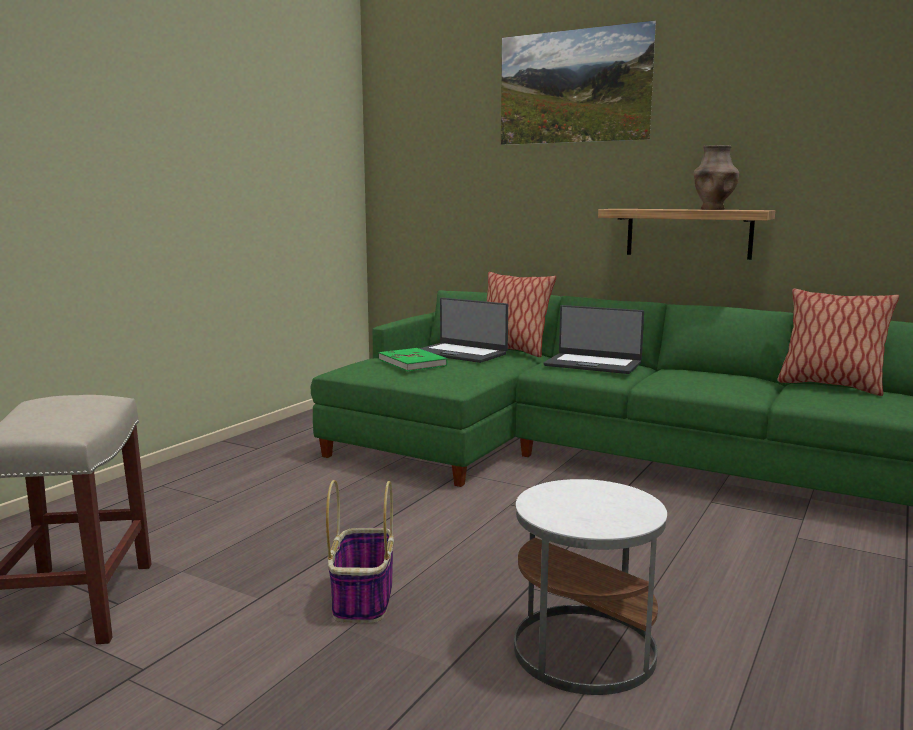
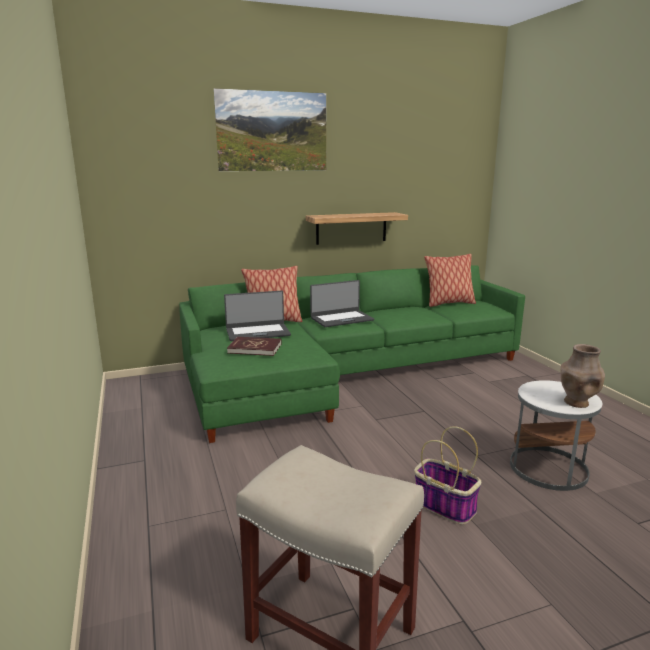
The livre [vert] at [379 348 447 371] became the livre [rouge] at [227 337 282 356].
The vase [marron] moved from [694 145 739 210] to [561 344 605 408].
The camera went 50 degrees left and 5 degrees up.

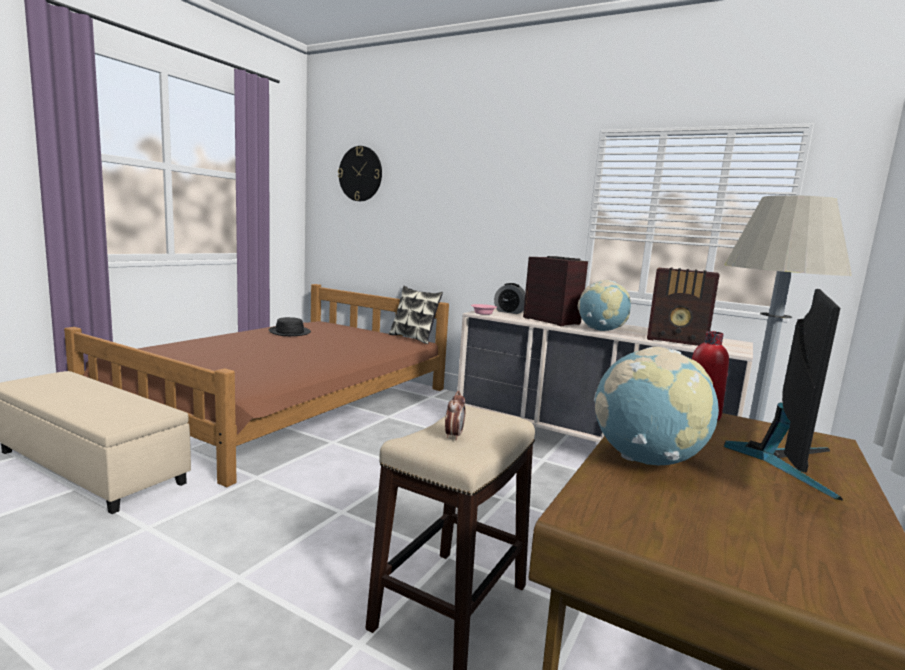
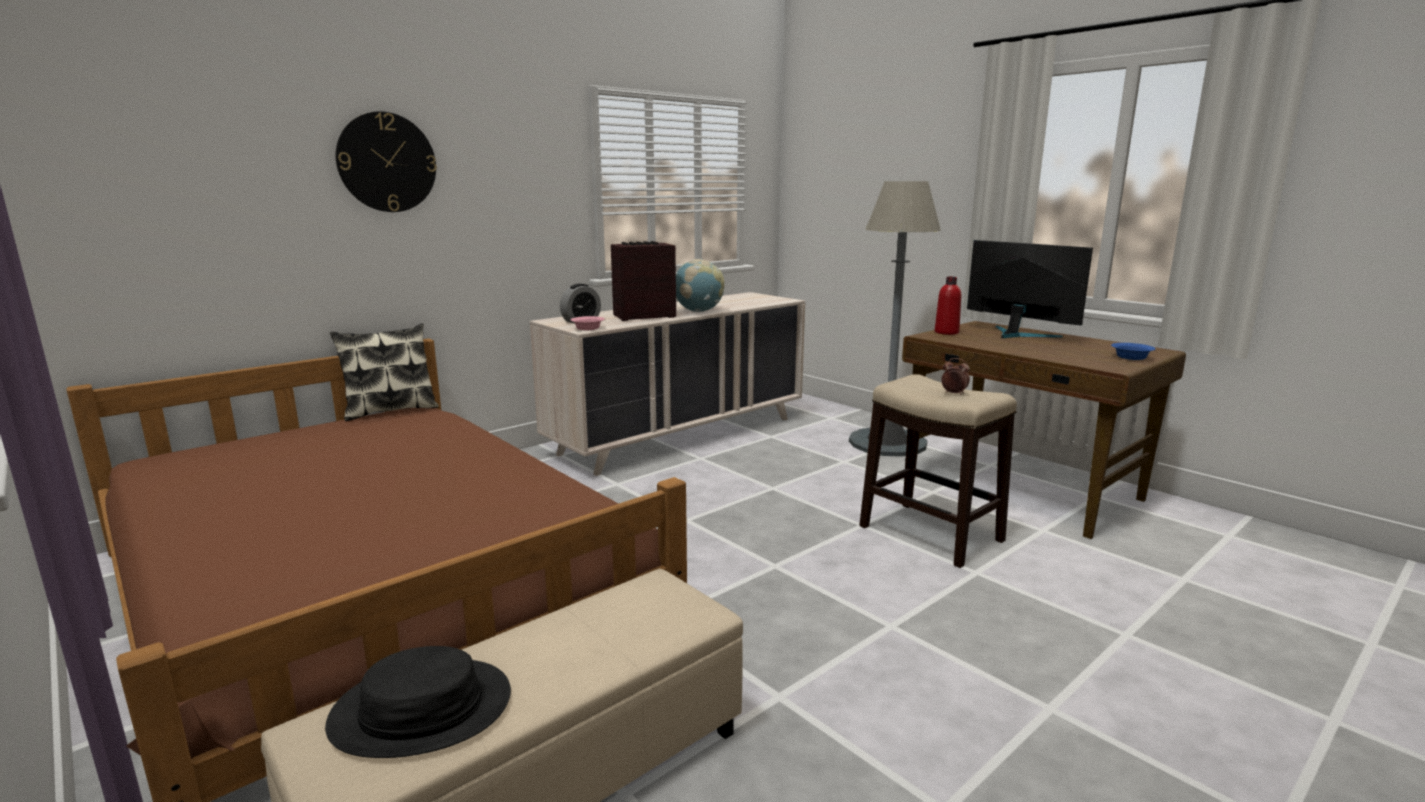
The chapeau [noir] moved from [269 317 311 336] to [325 646 511 758].
The horloge murale moved from [338 146 382 201] to [336 111 437 212].
The bol [bleu] at [1111 343 1155 360] appeared.
The globe at [594 347 719 465] disappeared.
The radio at [647 267 720 346] disappeared.
The camera went 70 degrees left and 5 degrees up.

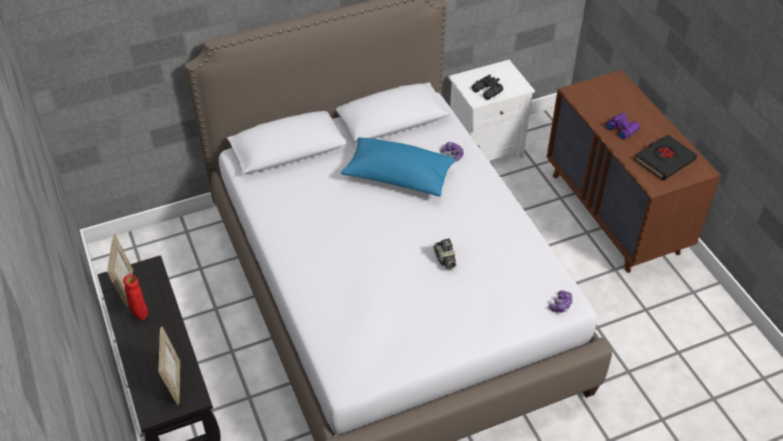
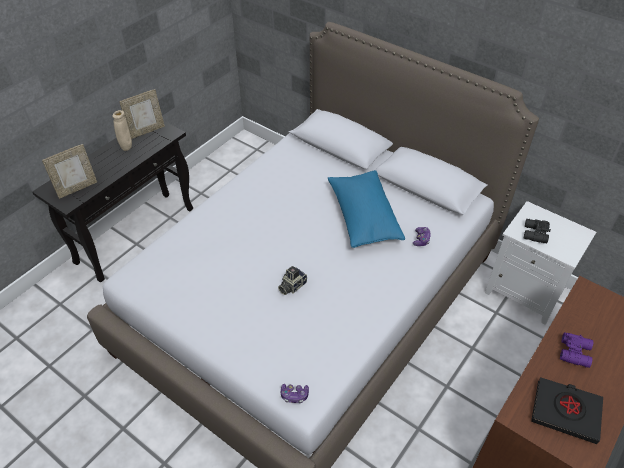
The vase [rouge] at [123 274 148 321] became the vase [beige] at [112 110 132 151].
The camera went 60 degrees right and 0 degrees up.

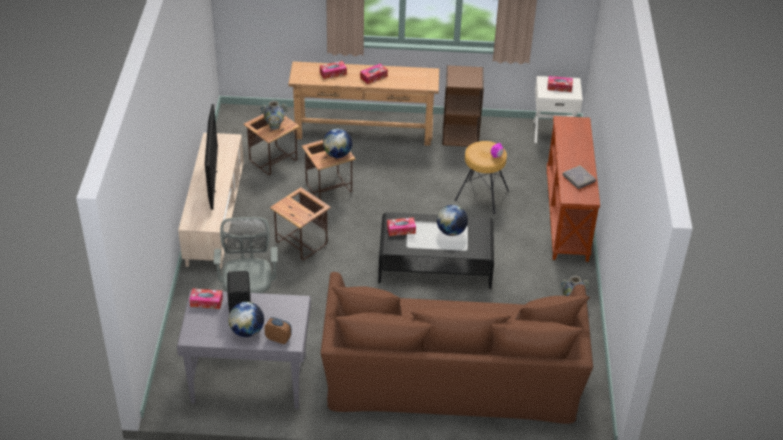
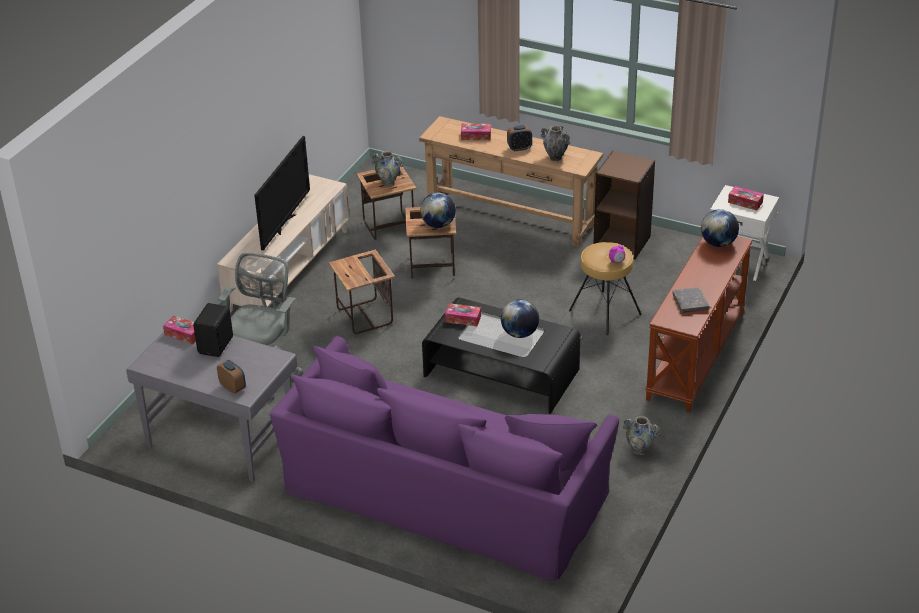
The canapé [marron] at [321 272 593 424] became the canapé [violet] at [270 336 619 581].
The boîte à mouchoirs at [360 64 388 84] was replaced by the réveil at [507 125 532 152].
The vase at [541 126 570 161] appeared.
The globe moved from [228 302 264 337] to [701 209 739 247].
The camera went 25 degrees right and 5 degrees down.

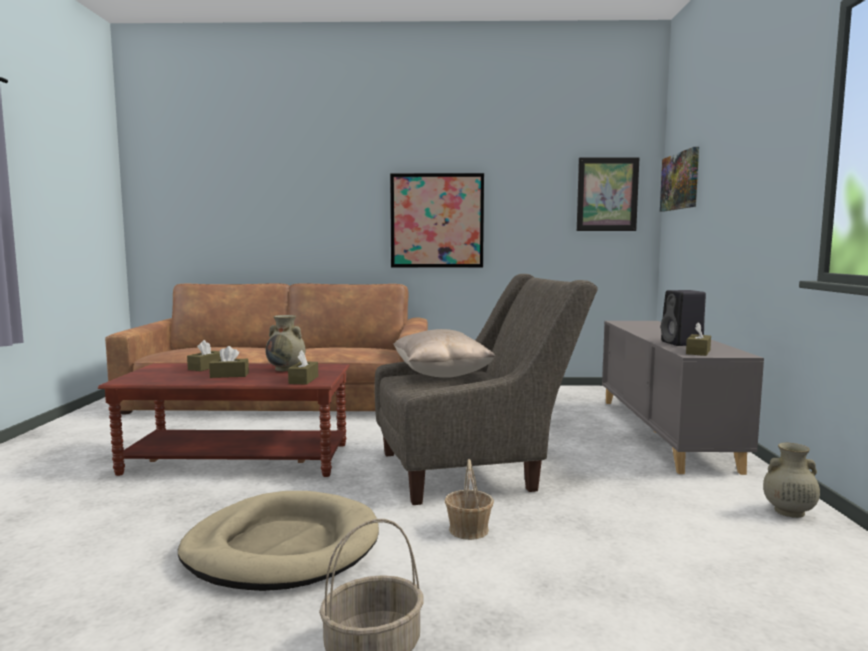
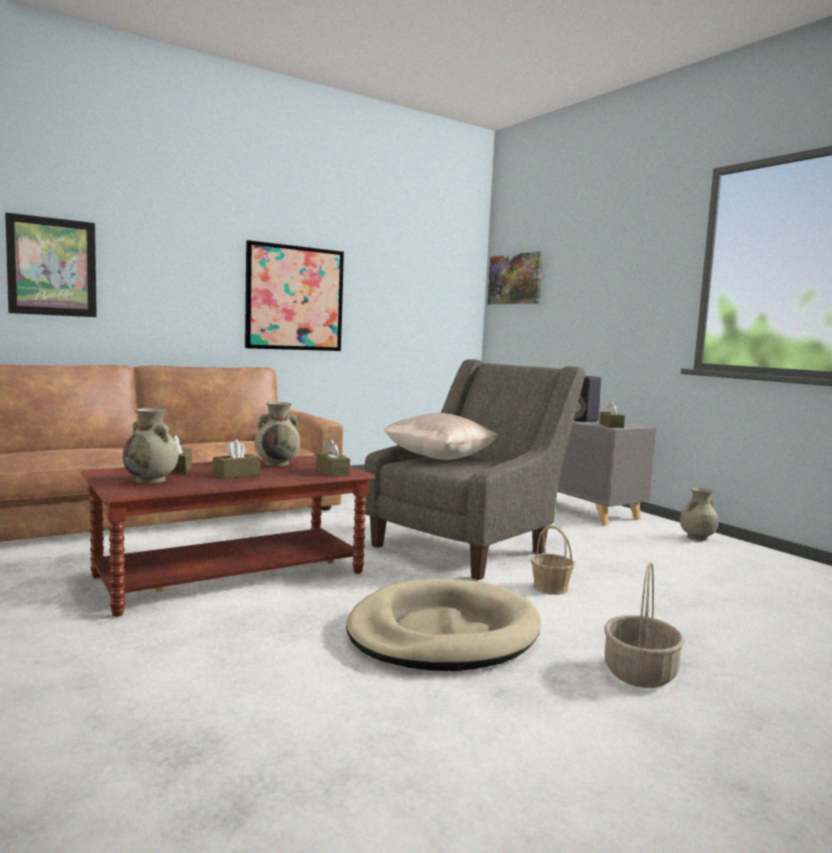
The tableau moved from [577 157 639 231] to [5 212 97 317].
The vase [beige] at [123 408 179 484] appeared.
The camera went 35 degrees left and 0 degrees up.

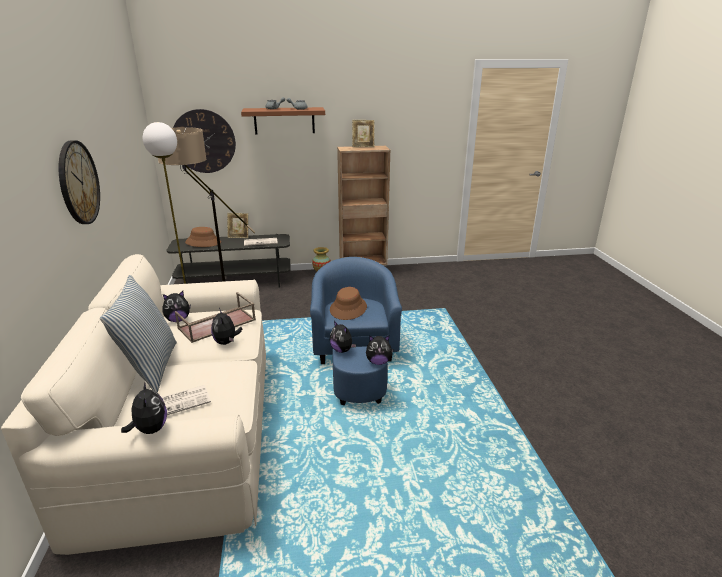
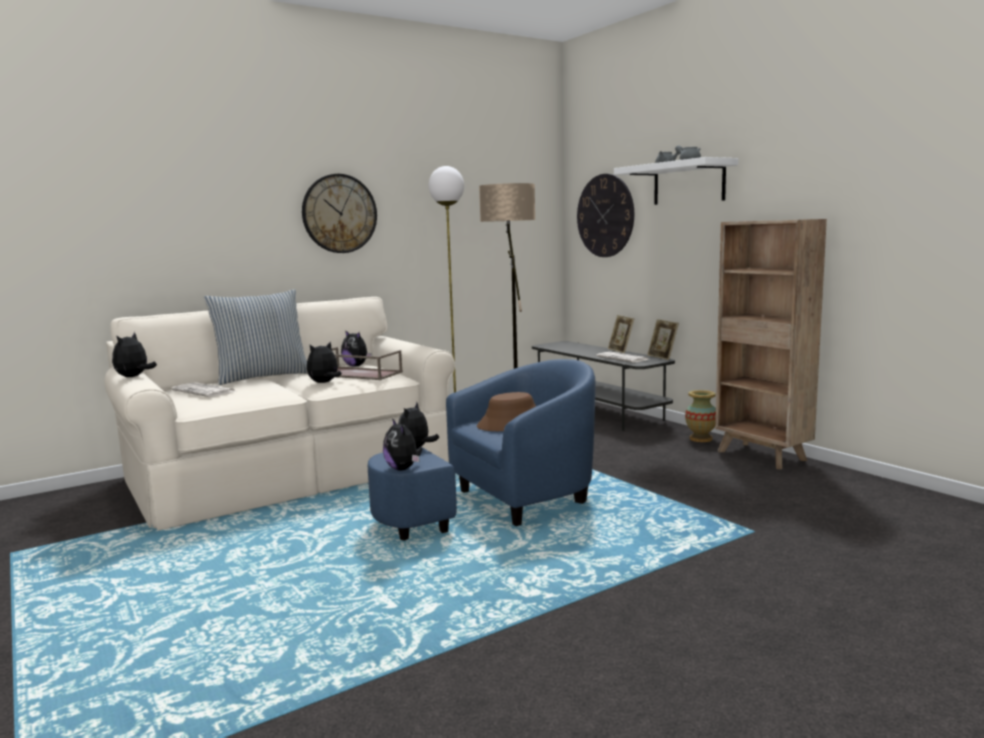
The peluche at [121 382 167 434] turned 150 degrees clockwise.
The étagère [marron] at [241 107 325 134] became the étagère [blanc] at [614 157 738 205].
The cadre photo moved from [352 120 375 147] to [647 319 679 360].
The chapeau [marron] at [185 227 221 247] disappeared.
The camera went 65 degrees right and 15 degrees down.

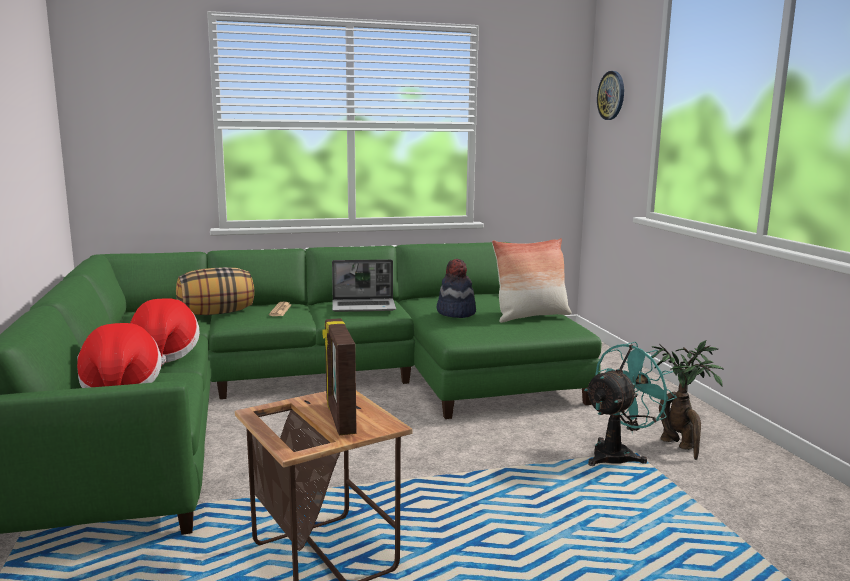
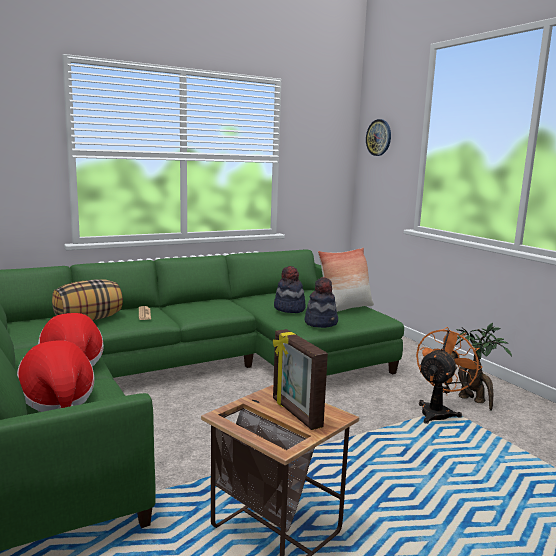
The chapeau at [304 277 338 328] appeared.
The ventilateur [turquoise] at [584 342 677 466] became the ventilateur [orange] at [416 327 482 424].
The ordinateur portable at [332 259 396 312] disappeared.
The camera went 15 degrees left and 0 degrees up.

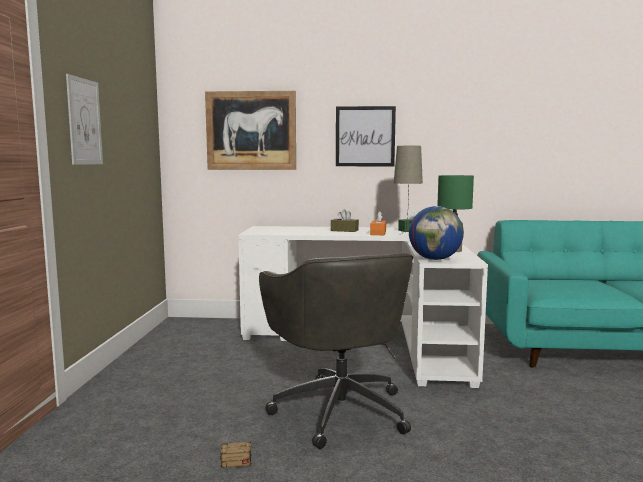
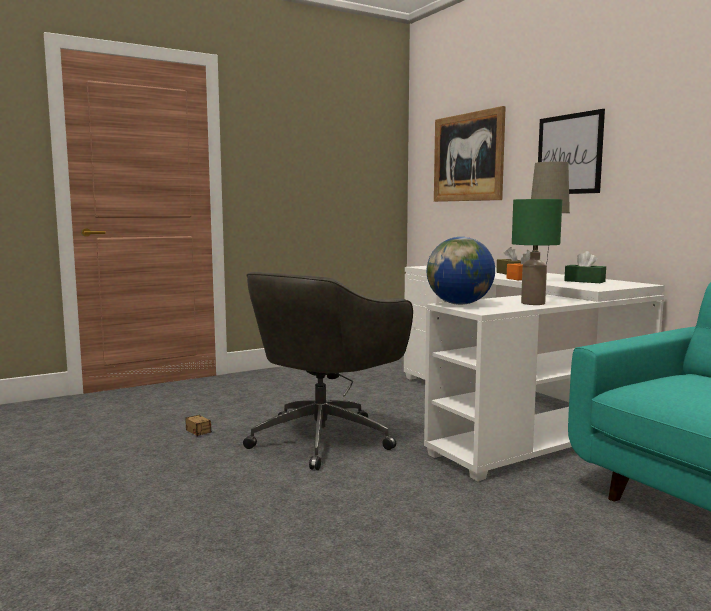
The tableau at [66 74 103 165] disappeared.
The camera went 55 degrees right and 0 degrees up.

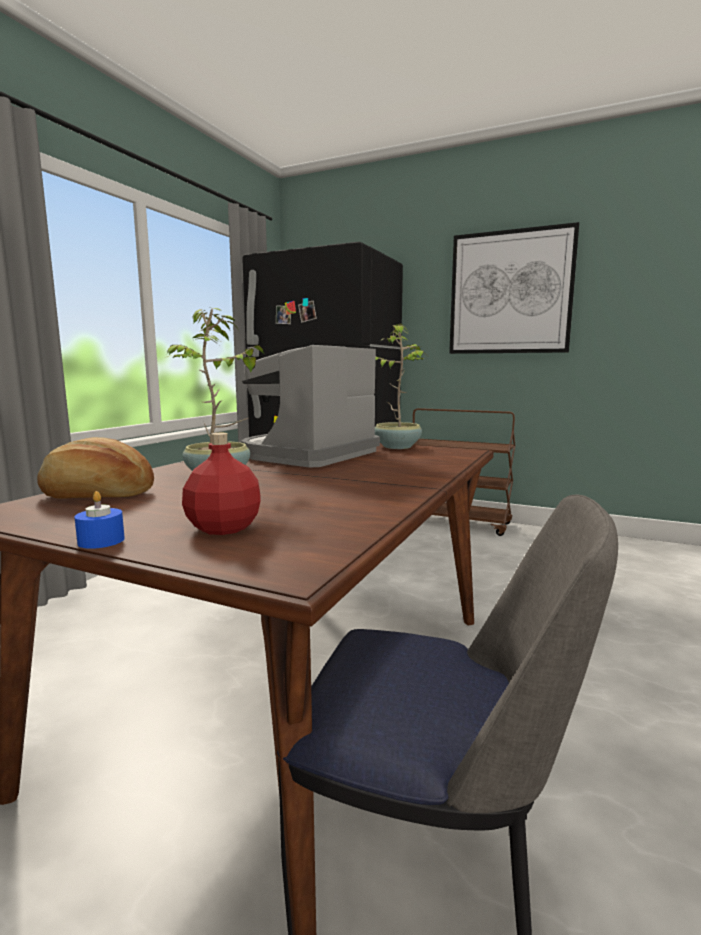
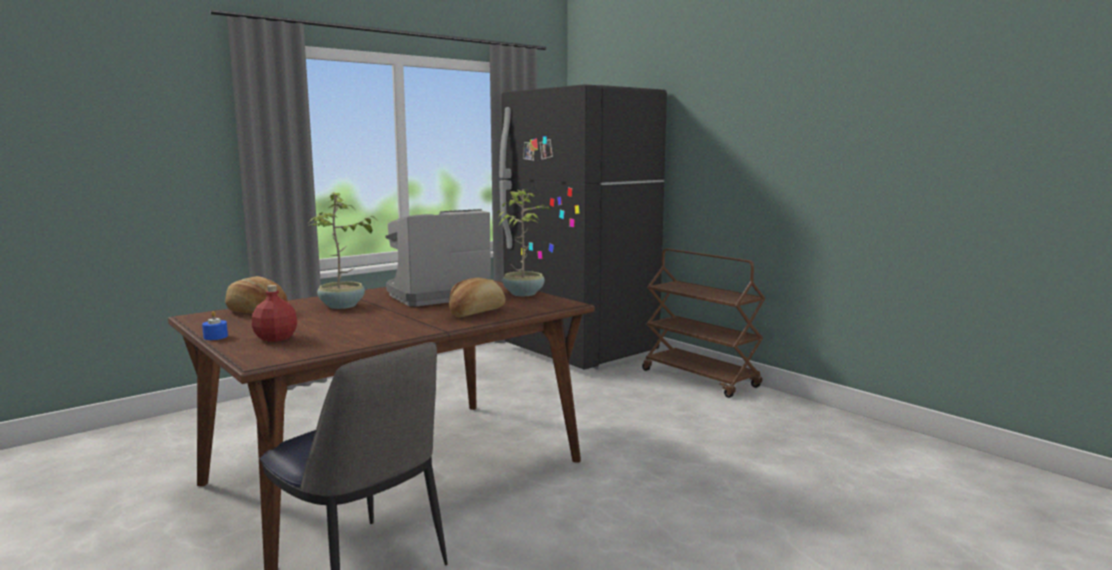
The pain at [449 278 505 318] appeared.
The tableau at [449 222 579 354] disappeared.
The camera went 25 degrees right and 0 degrees up.

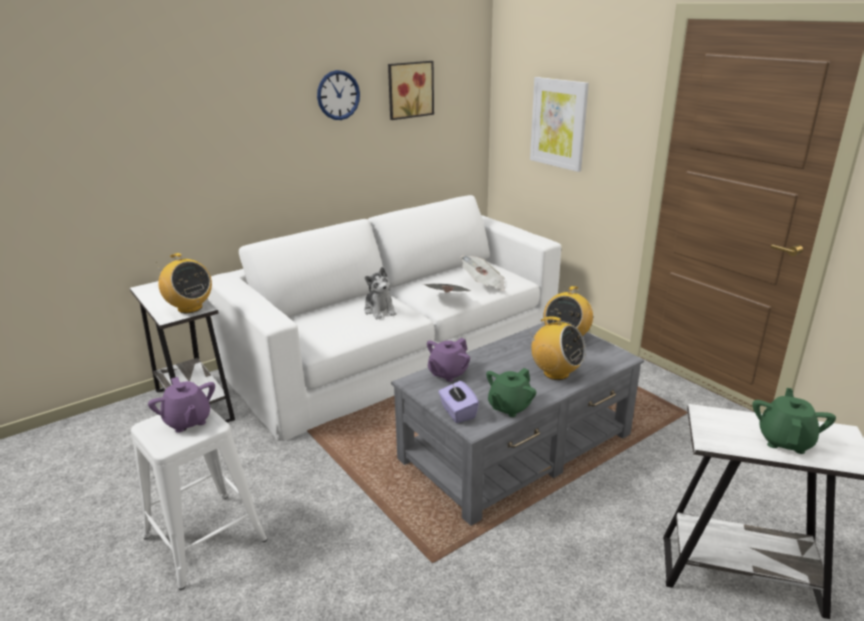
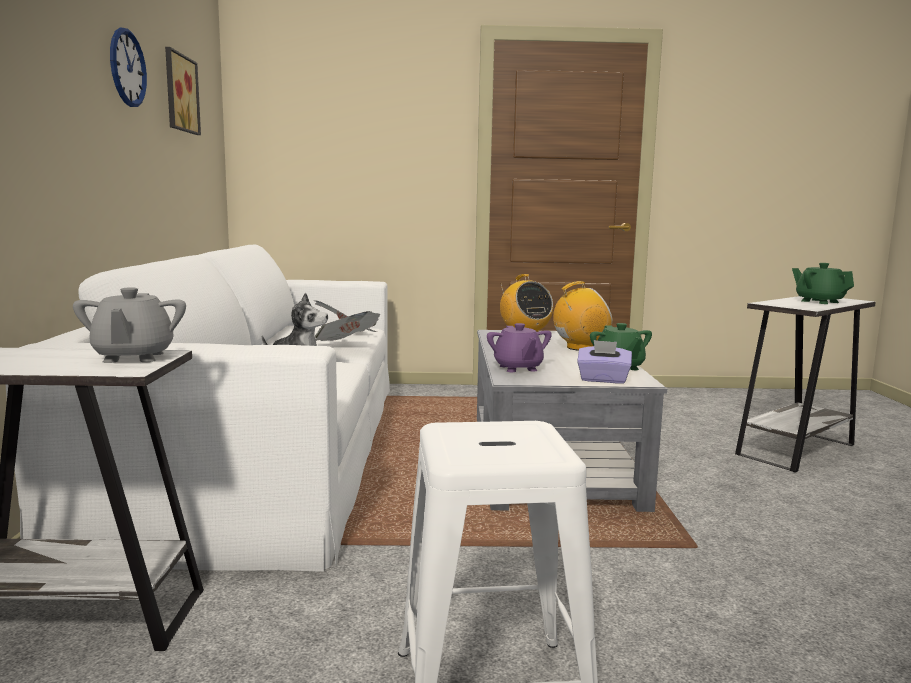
The radio at [156 253 212 313] was replaced by the théière [gris] at [73 287 186 363].
The théière [violet] at [148 377 215 433] disappeared.
The tableau at [530 77 589 172] disappeared.
The camera went 55 degrees left and 15 degrees down.

